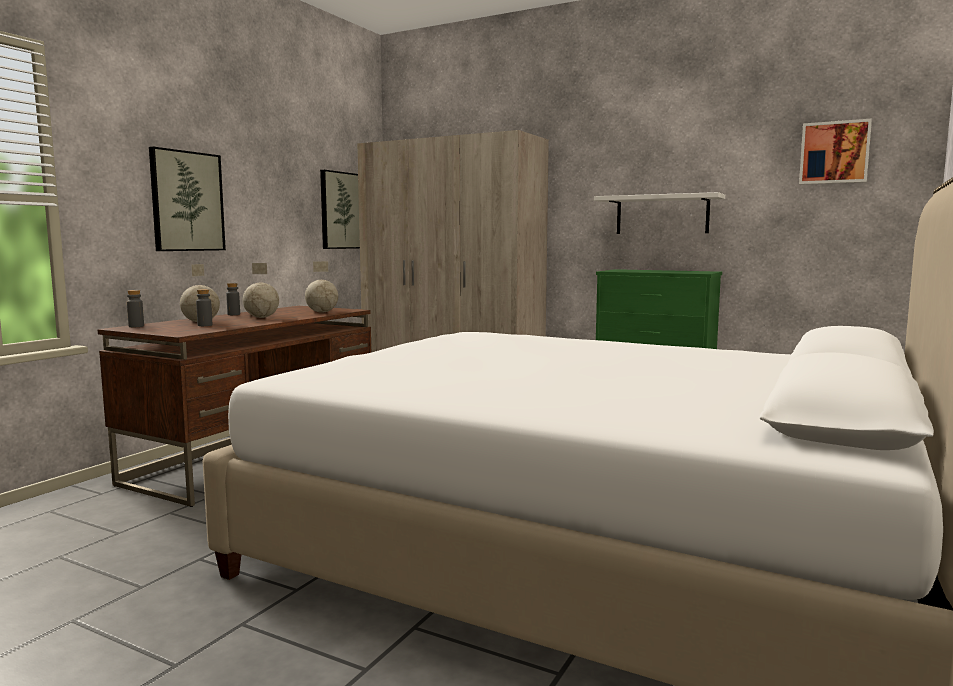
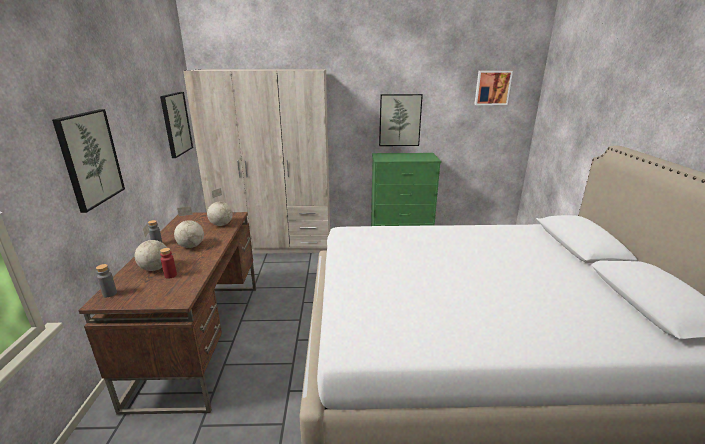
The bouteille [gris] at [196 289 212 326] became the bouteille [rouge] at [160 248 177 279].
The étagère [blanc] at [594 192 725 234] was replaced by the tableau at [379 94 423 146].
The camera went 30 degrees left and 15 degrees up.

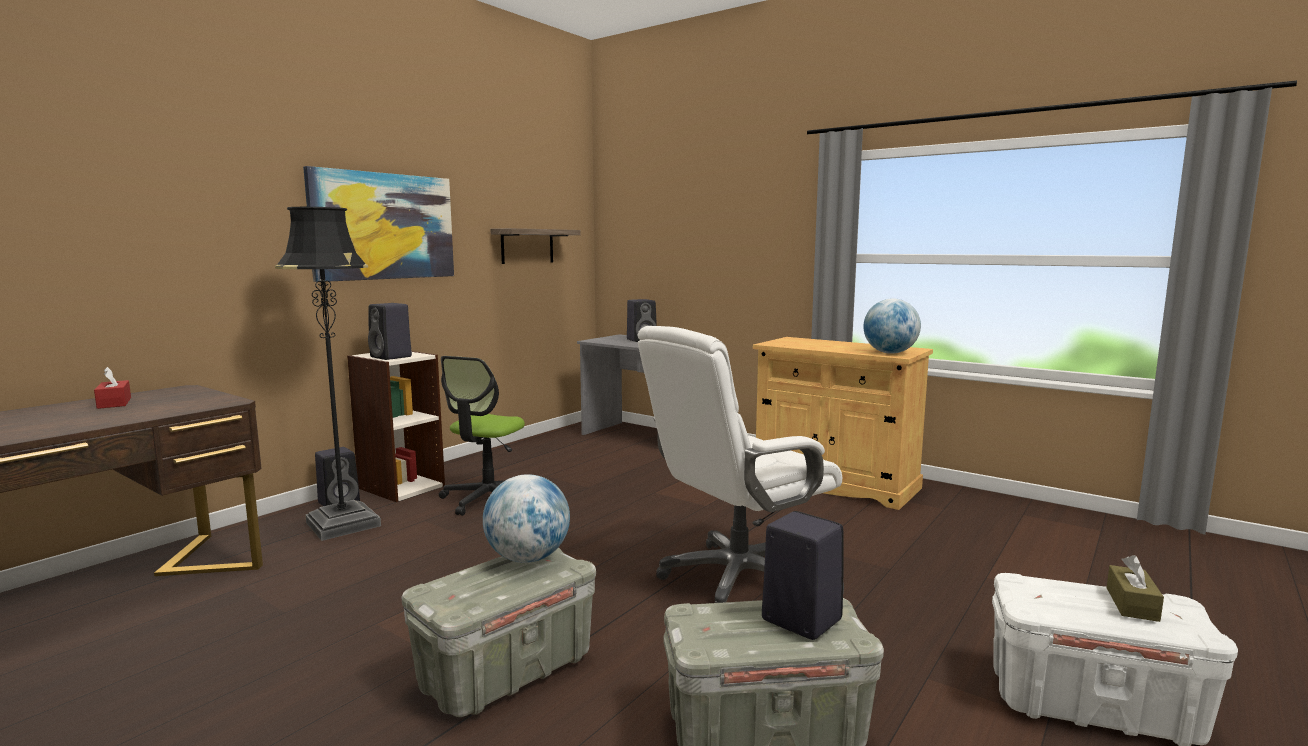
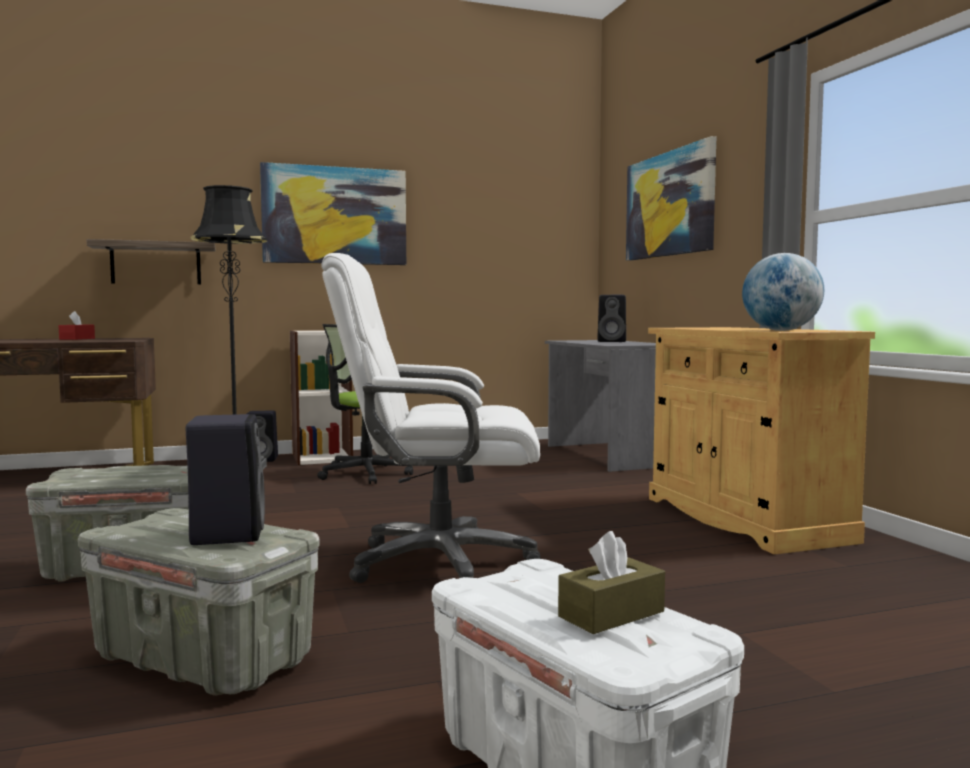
The étagère moved from [490 228 581 264] to [86 239 215 284].
The tableau at [626 136 716 261] appeared.
The enceinte [noir] at [368 303 412 360] disappeared.
The globe at [483 474 570 563] disappeared.
The camera went 35 degrees right and 5 degrees down.

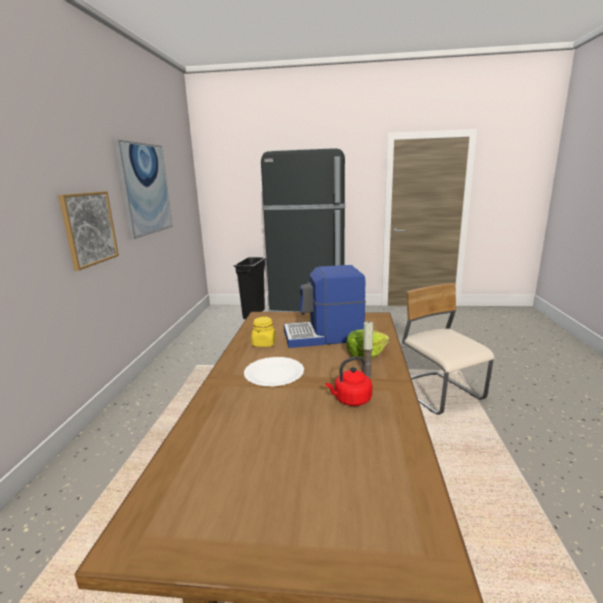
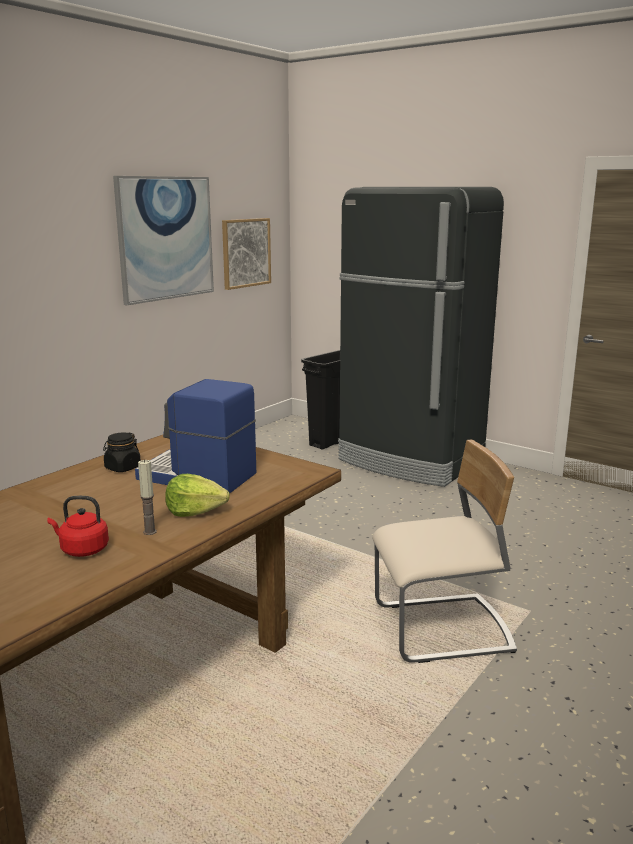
The bocal [jaune] at [251 317 276 347] became the bocal [noir] at [103 433 141 472].
The tableau moved from [58 191 119 271] to [222 218 271 290].
The chaise [beige] at [402 283 495 415] turned 75 degrees clockwise.
The assiette [blanc] at [244 357 304 386] disappeared.
The camera went 30 degrees right and 0 degrees up.

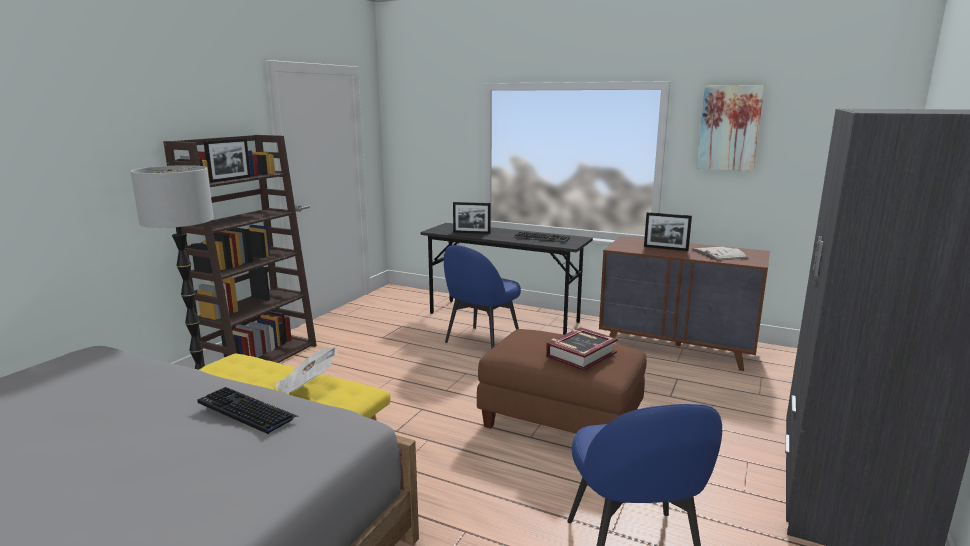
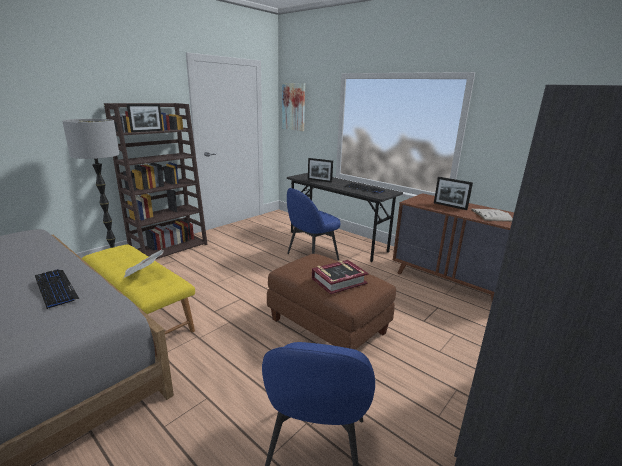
The tableau moved from [697 85 764 172] to [282 83 305 131].
The camera went 15 degrees right and 5 degrees up.

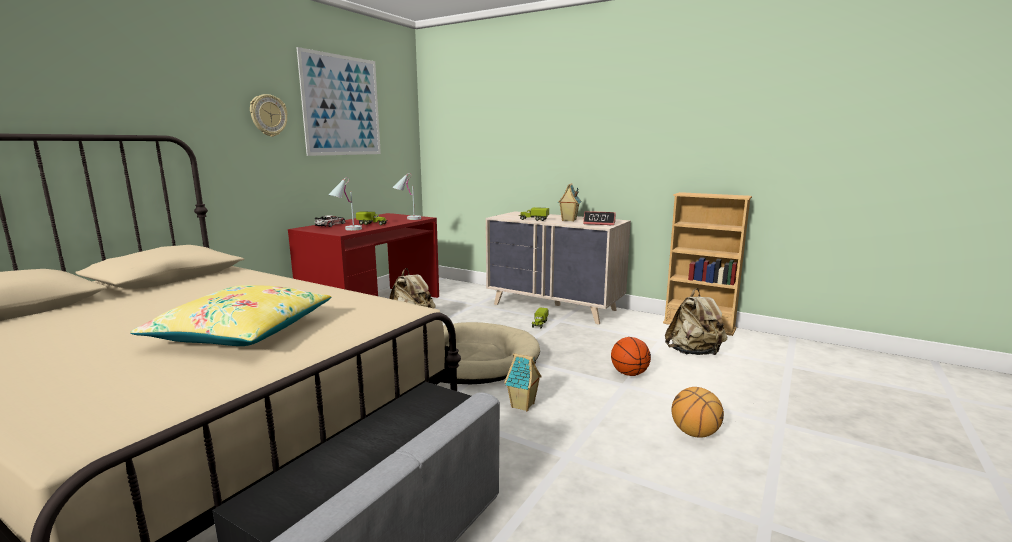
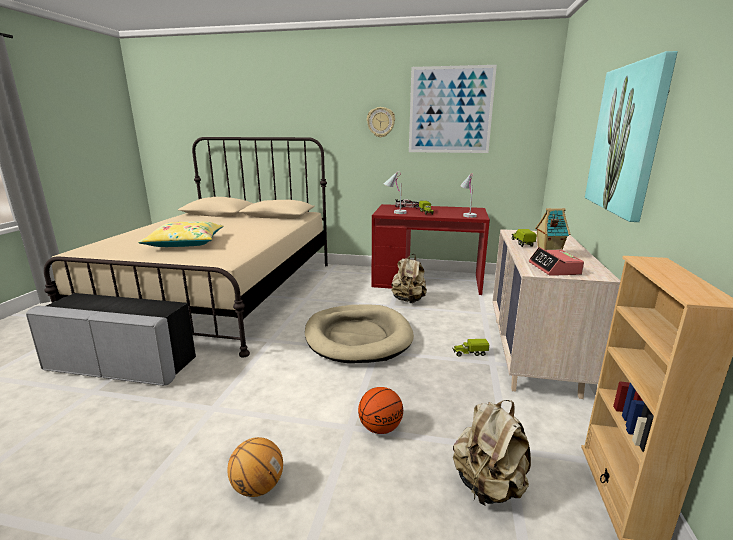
The tableau at [585 51 678 222] appeared.
The maison miniature at [504 353 542 411] disappeared.
The camera went 70 degrees right and 5 degrees up.

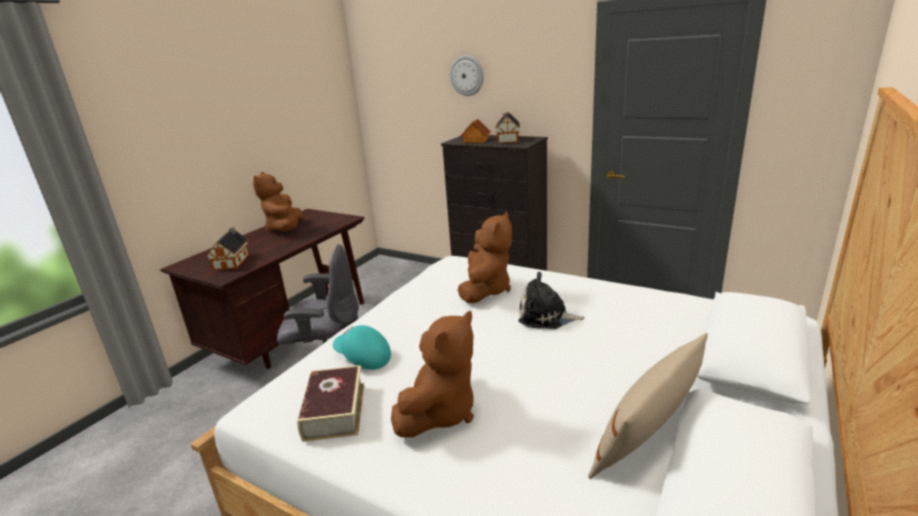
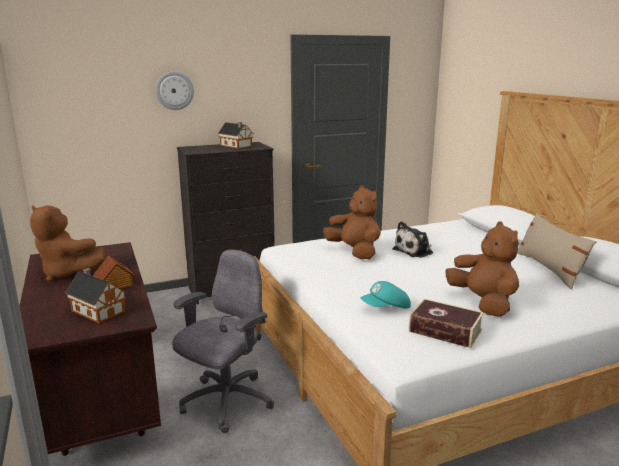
The maison miniature moved from [461 119 491 143] to [92 255 136 289].
The camera went 55 degrees left and 5 degrees down.

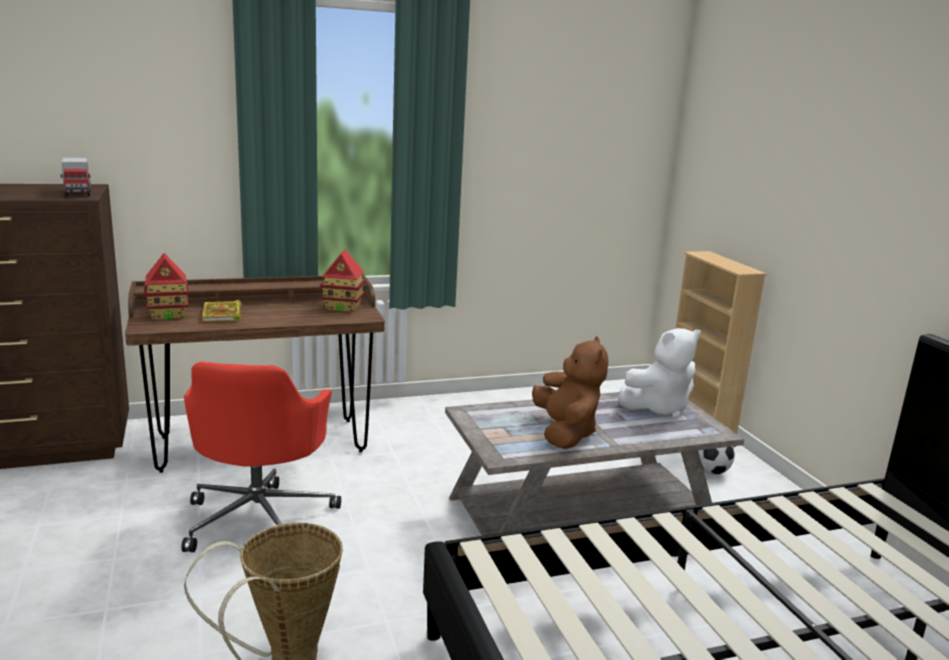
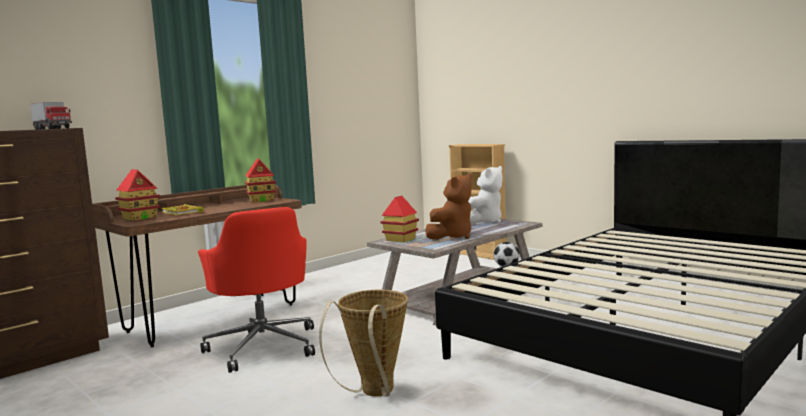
The maison miniature at [380 196 419 242] appeared.
The peluche [marron] at [532 336 608 449] turned 75 degrees clockwise.
The camera went 25 degrees left and 10 degrees down.

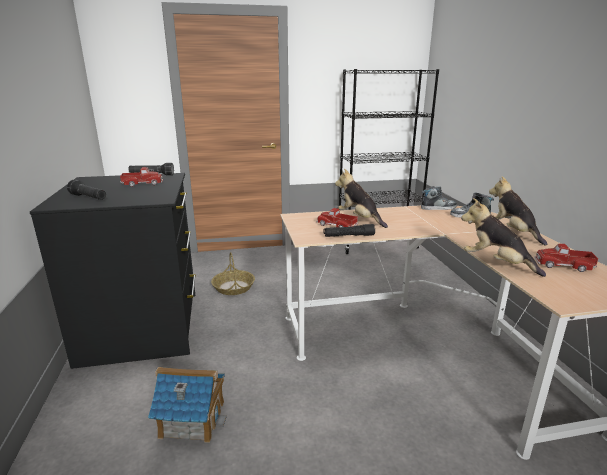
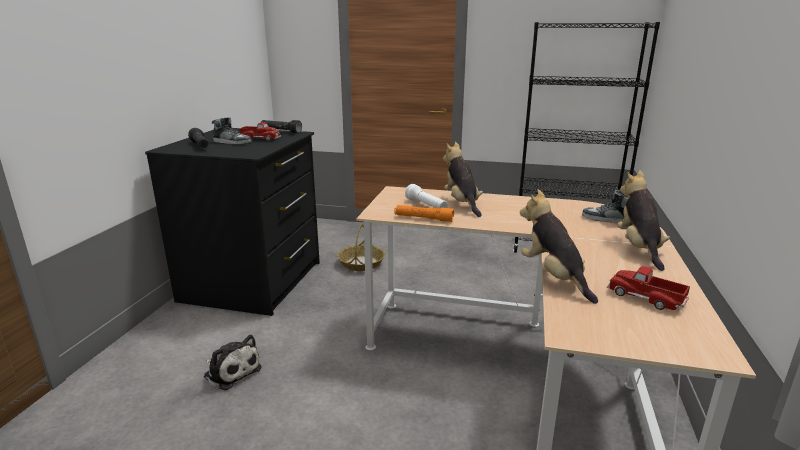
The maison miniature at [148 367 227 443] was replaced by the peluche at [204 335 262 390].
The chaussure moved from [421 186 457 210] to [212 118 251 144].
The lampe de poche [noir] at [324 224 375 237] became the lampe de poche [orange] at [394 205 454 222].
The camion jouet at [316 208 358 227] was replaced by the lampe de poche [blanc] at [405 184 448 208].
The camera went 25 degrees right and 0 degrees up.

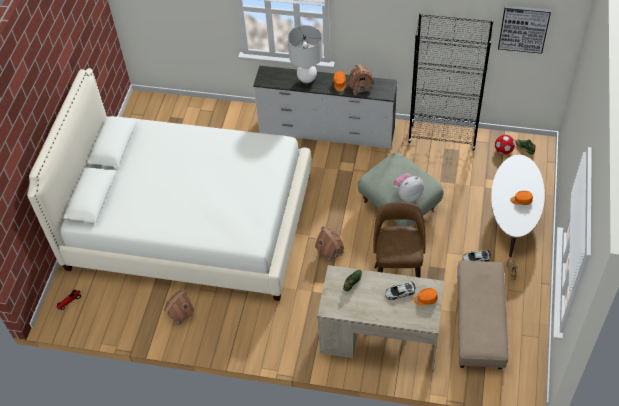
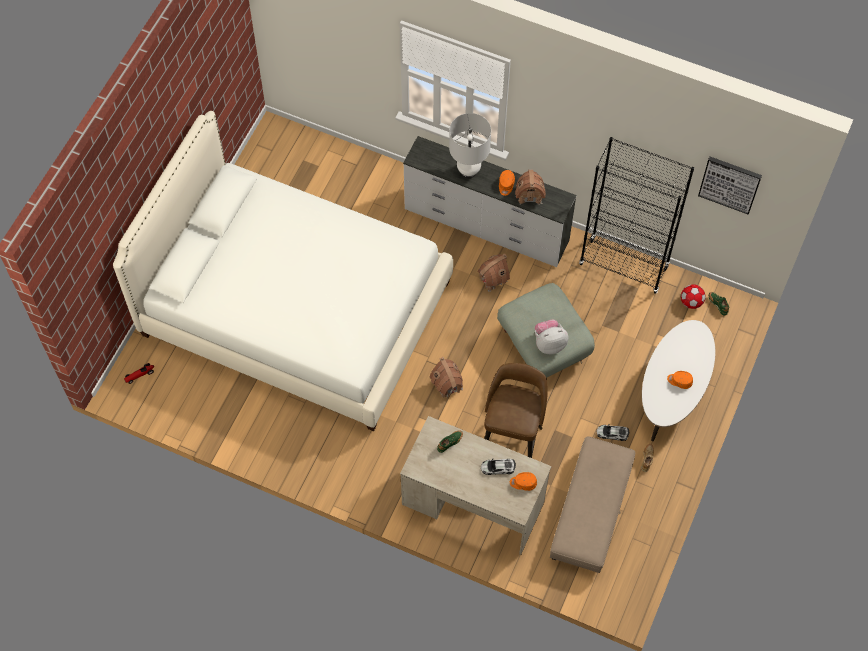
The maison miniature moved from [164 288 194 327] to [477 253 510 292].
The camera went 10 degrees right and 10 degrees up.

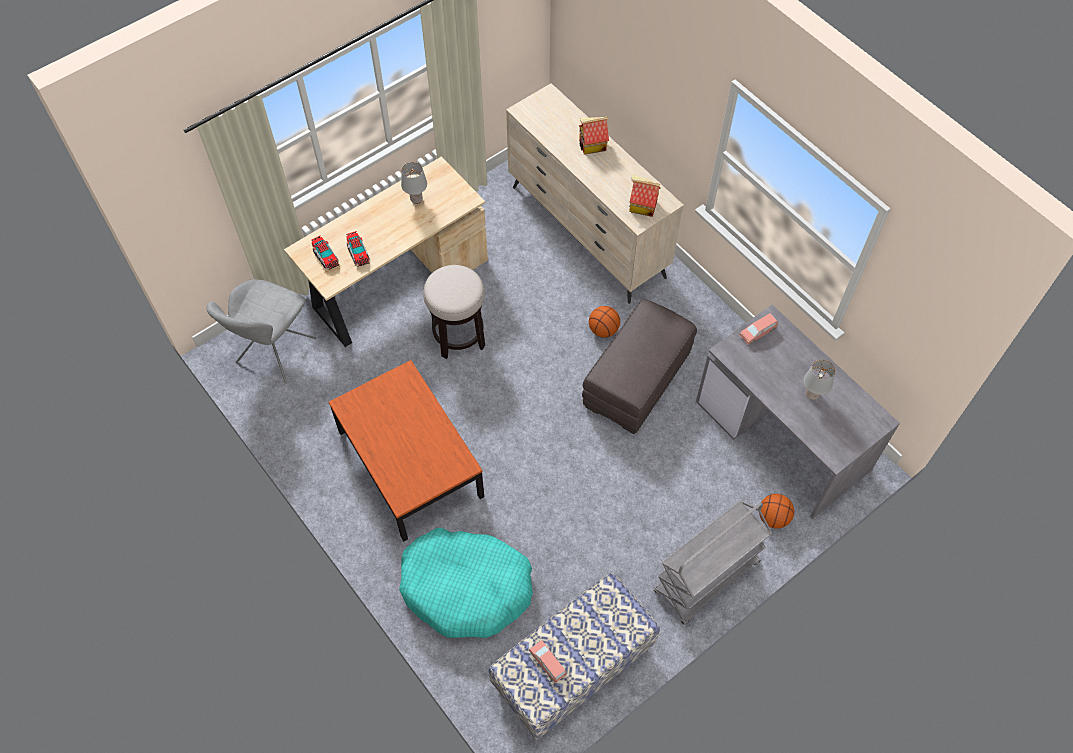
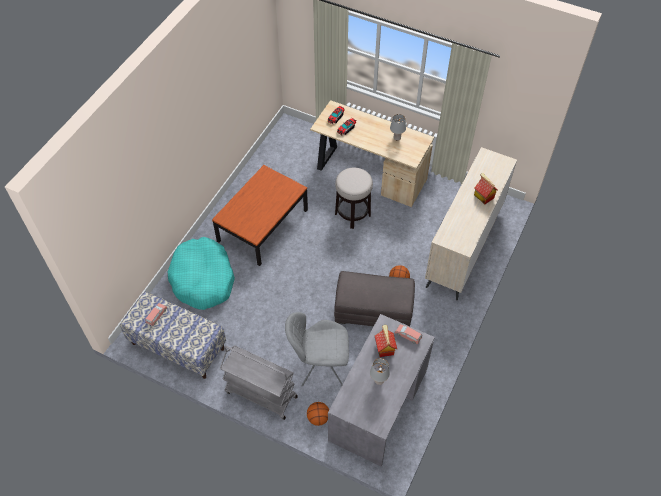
The chaise [gris] moved from [207 279 316 384] to [285 312 349 387].
The maison miniature moved from [629 175 661 217] to [375 325 397 357].
The camera went 65 degrees right and 5 degrees down.

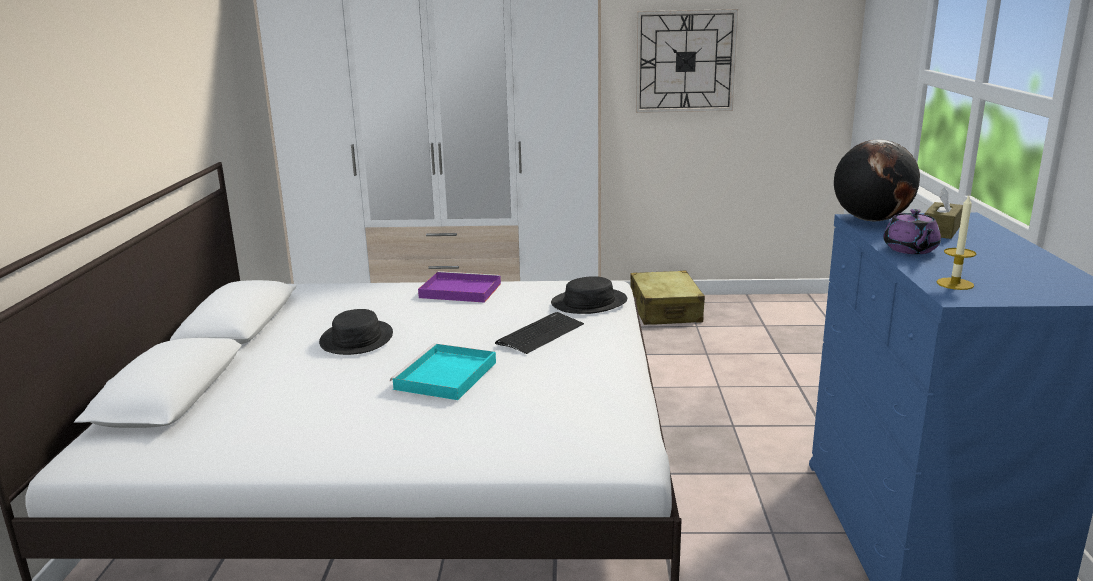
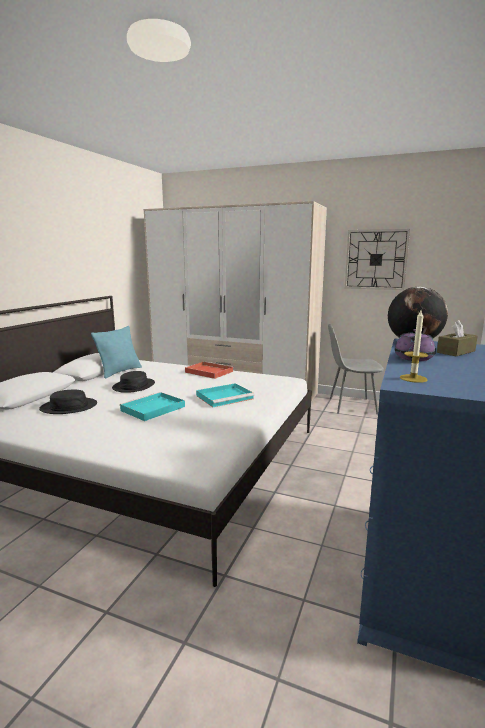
The chapeau [noir] moved from [551 276 627 314] to [39 390 97 414].
The coussin [turquoise] at [91 326 142 378] appeared.
The plateau [violet] at [418 271 501 303] became the plateau [rouge] at [185 361 234 379].
The clavier at [495 312 584 354] was replaced by the plateau [turquoise] at [196 383 254 407].
The valise [beige] at [630 270 705 325] was replaced by the chaise [gris] at [328 324 384 414].
The camera went 20 degrees right and 5 degrees down.

